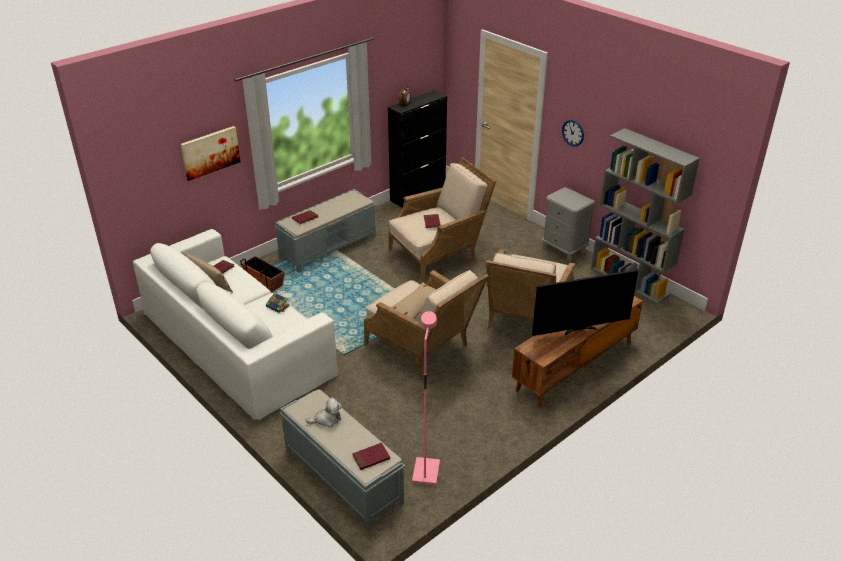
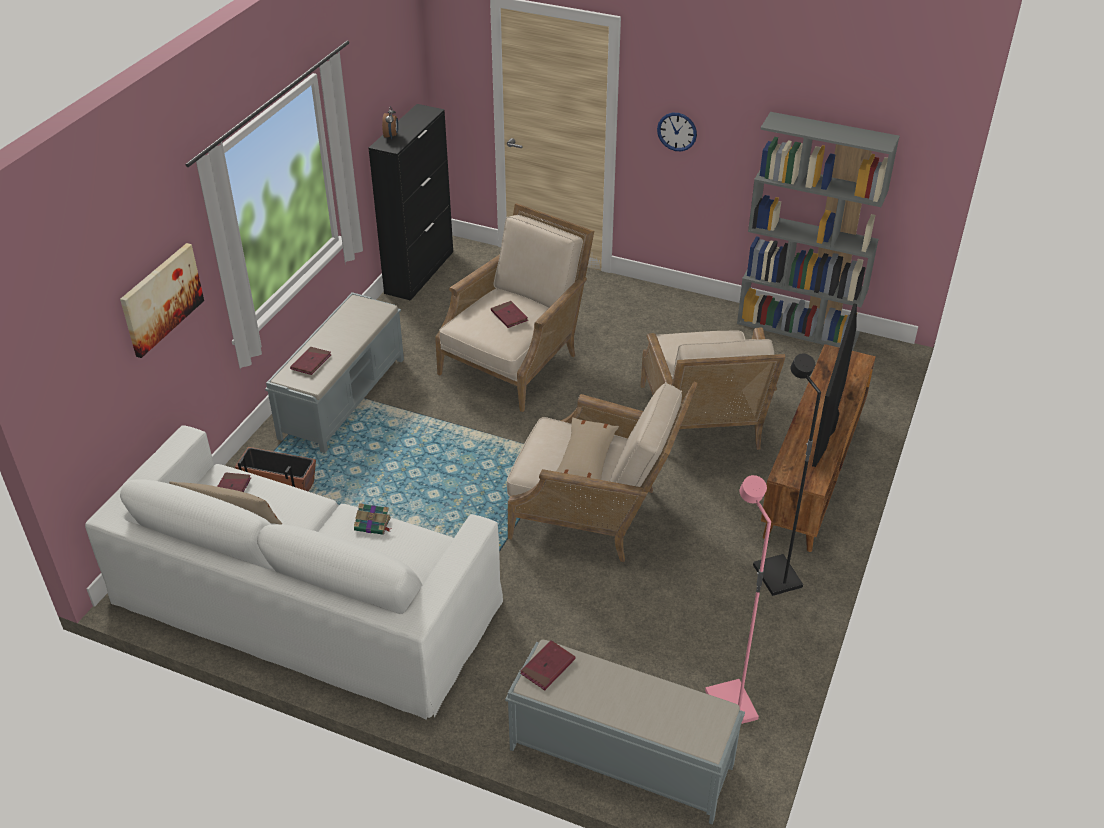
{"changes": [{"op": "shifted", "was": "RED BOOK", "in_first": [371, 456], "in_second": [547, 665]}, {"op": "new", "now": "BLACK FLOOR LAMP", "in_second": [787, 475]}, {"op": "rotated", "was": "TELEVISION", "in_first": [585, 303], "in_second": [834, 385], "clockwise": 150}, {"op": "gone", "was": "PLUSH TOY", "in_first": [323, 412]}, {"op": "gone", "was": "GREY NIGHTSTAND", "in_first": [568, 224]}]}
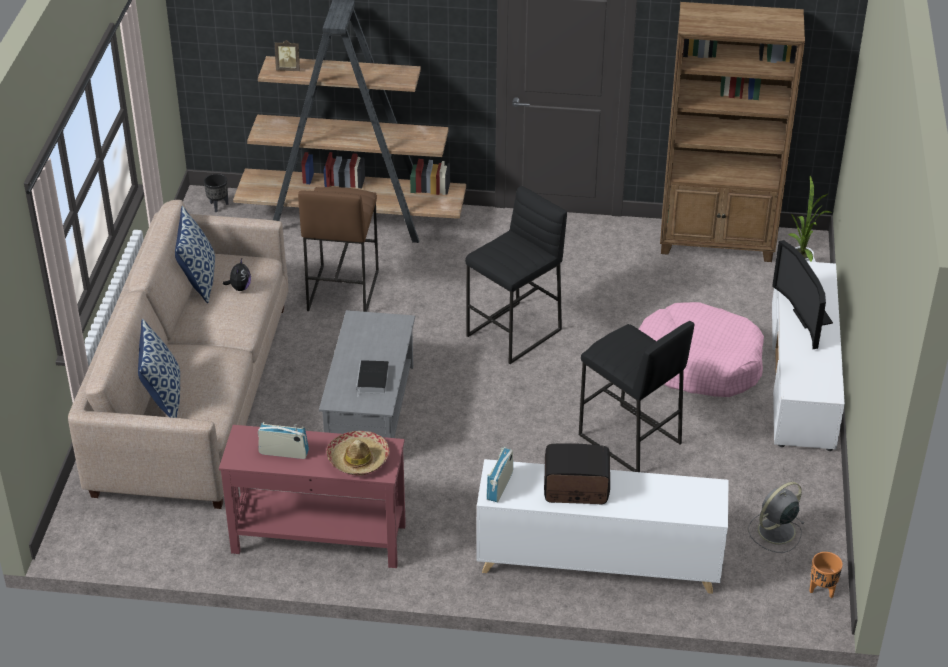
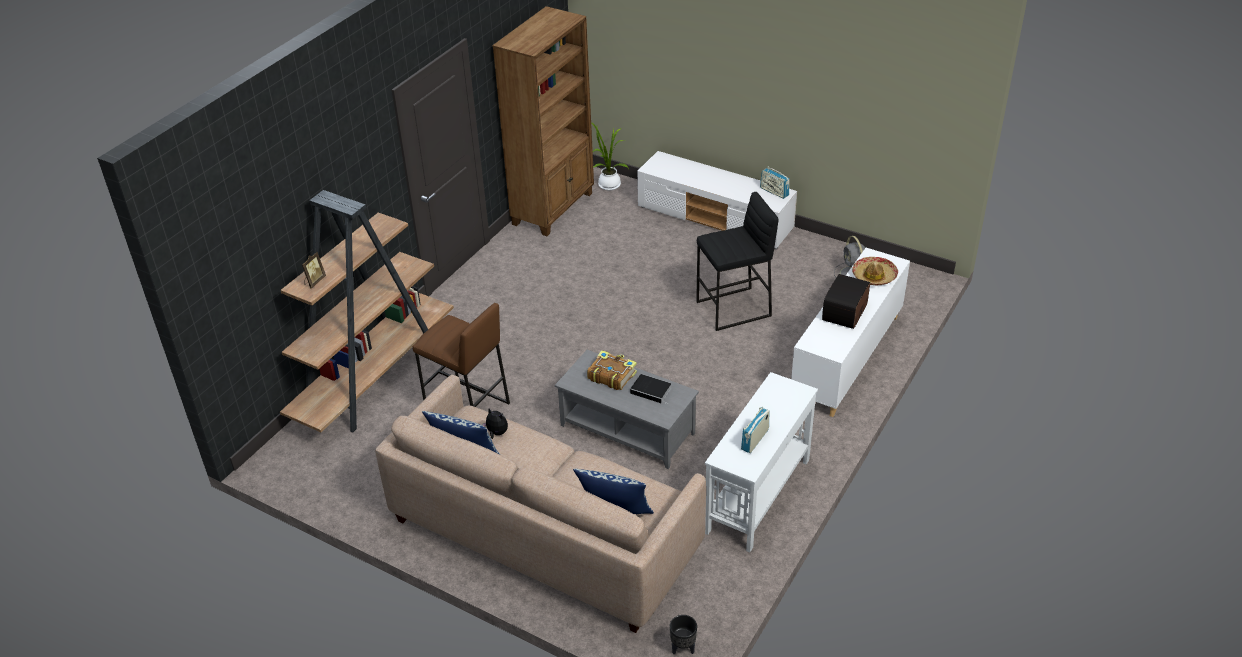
{"changes": [{"op": "new", "now": "BOOK", "in_second": [612, 370]}, {"op": "shifted", "was": "BLACK PLANTER", "in_first": [216, 193], "in_second": [683, 634]}, {"op": "repainted", "was": "RED CONSOLE TABLE", "now": "WHITE CONSOLE TABLE", "in_first": [312, 496], "in_second": [761, 462]}, {"op": "shifted", "was": "RADIO", "in_first": [499, 474], "in_second": [774, 182]}, {"op": "shifted", "was": "HAT", "in_first": [358, 453], "in_second": [875, 271]}, {"op": "gone", "was": "BLACK STOOL", "in_first": [516, 275]}, {"op": "gone", "was": "PINK DOG BED", "in_first": [701, 349]}, {"op": "gone", "was": "TELEVISION", "in_first": [802, 294]}, {"op": "gone", "was": "ORANGE PLANTER", "in_first": [826, 575]}]}
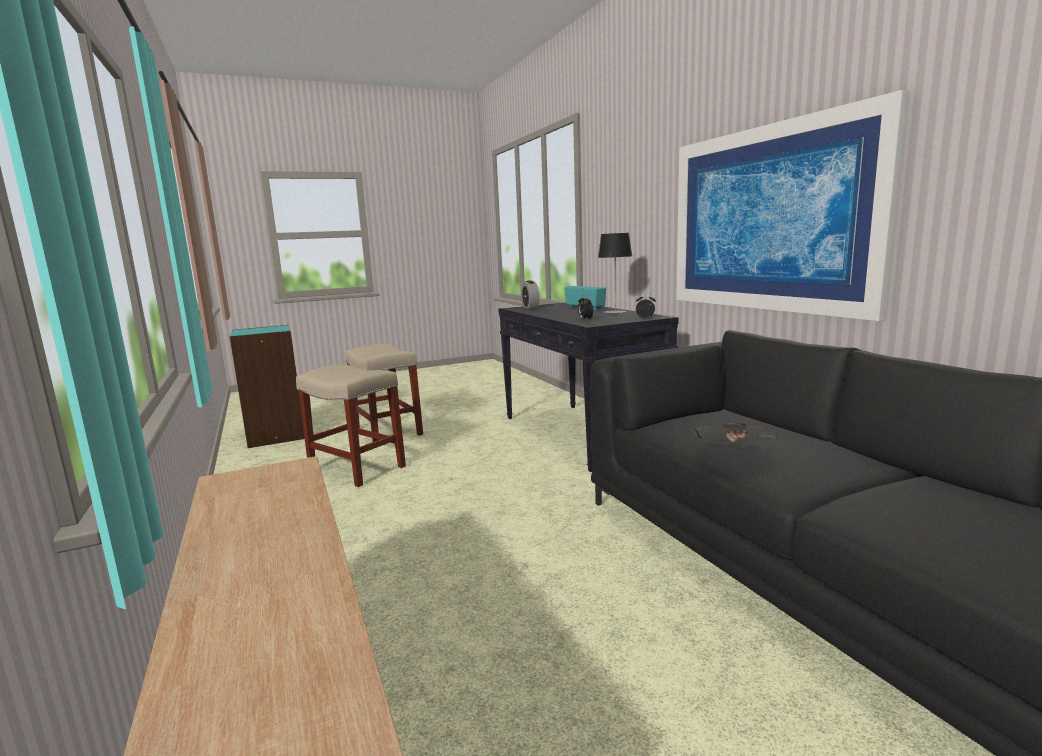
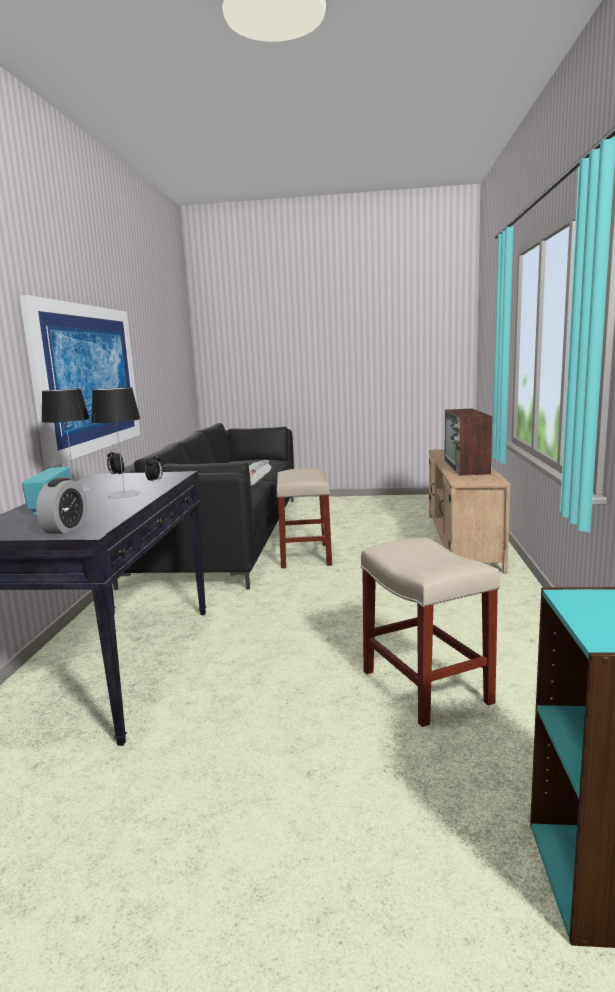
{"changes": [{"op": "new", "now": "TABLE LAMP", "in_second": [116, 442]}, {"op": "shifted", "was": "BEIGE STOOL", "in_first": [384, 393], "in_second": [304, 518]}, {"op": "new", "now": "TELEVISION", "in_second": [468, 442]}]}
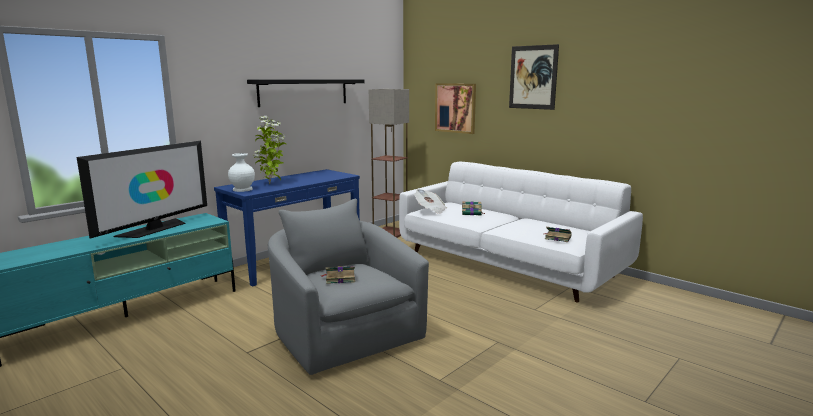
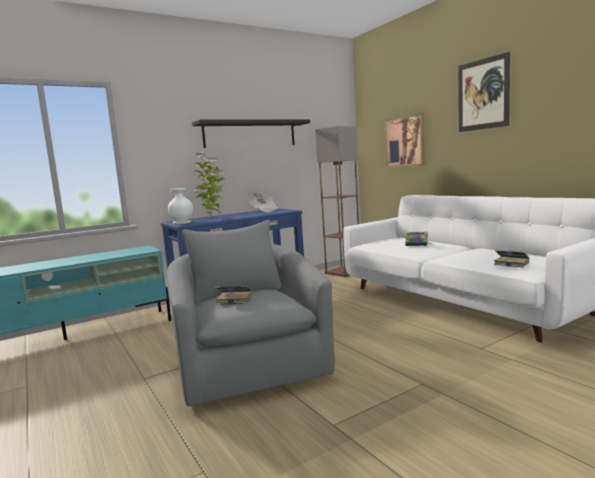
{"changes": [{"op": "shifted", "was": "NEWSPAPER", "in_first": [430, 201], "in_second": [263, 202]}, {"op": "gone", "was": "TELEVISION", "in_first": [142, 190]}]}
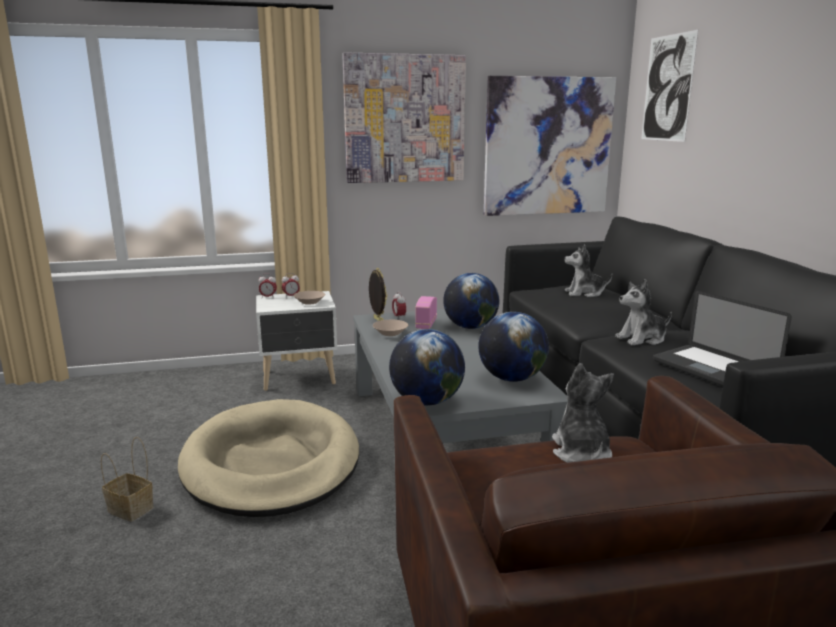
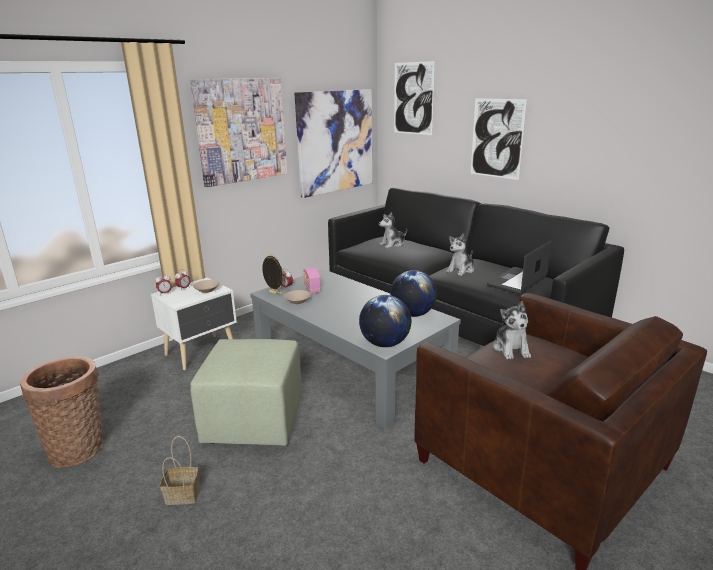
{"changes": [{"op": "new", "now": "BASKET", "in_second": [61, 412]}, {"op": "swapped", "was": "BEIGE DOG BED", "now": "GREEN OTTOMAN", "in_first": [268, 458], "in_second": [246, 392]}, {"op": "new", "now": "PICTURE", "in_second": [499, 139]}, {"op": "rotated", "was": "LAPTOP", "in_first": [722, 338], "in_second": [519, 267], "clockwise": 105}, {"op": "rotated", "was": "PLUSH TOY", "in_first": [583, 413], "in_second": [512, 330], "clockwise": -150}, {"op": "gone", "was": "GLOBE", "in_first": [471, 301]}]}
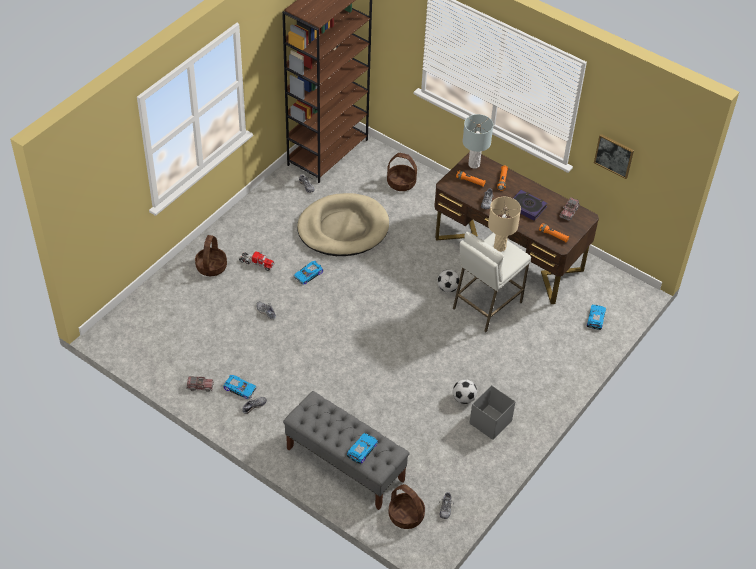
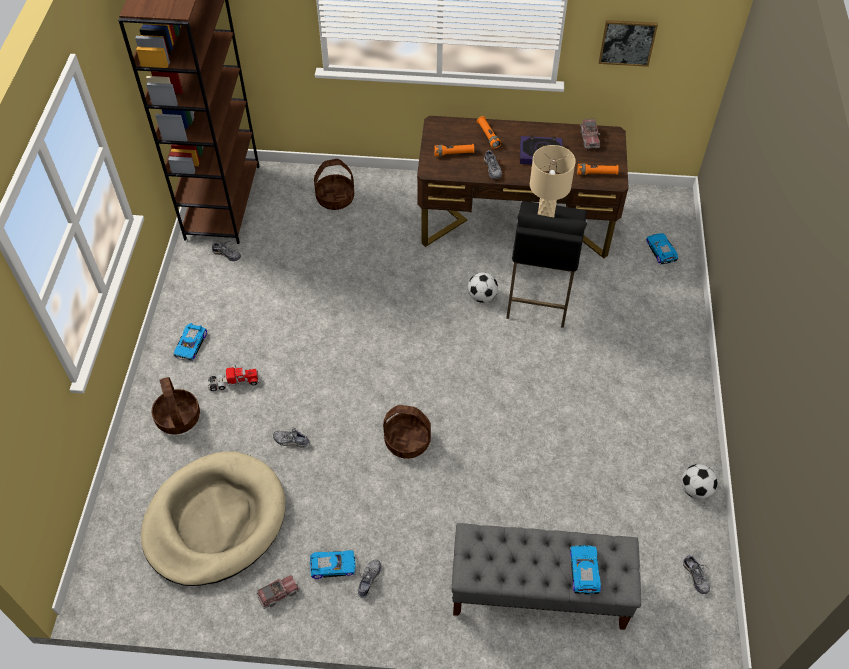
{"changes": [{"op": "shifted", "was": "BEIGE DOG BED", "in_first": [343, 224], "in_second": [213, 519]}, {"op": "shifted", "was": "TOY CAR", "in_first": [308, 273], "in_second": [190, 342]}, {"op": "shifted", "was": "BASKET", "in_first": [406, 506], "in_second": [407, 432]}, {"op": "repainted", "was": "WHITE STOOL", "now": "BLACK STOOL", "in_first": [492, 282], "in_second": [546, 264]}, {"op": "shifted", "was": "FOOTBALL", "in_first": [465, 391], "in_second": [699, 481]}, {"op": "gone", "was": "GREY TABLE LAMP", "in_first": [478, 141]}, {"op": "gone", "was": "GREY STORAGE BOX", "in_first": [492, 412]}]}
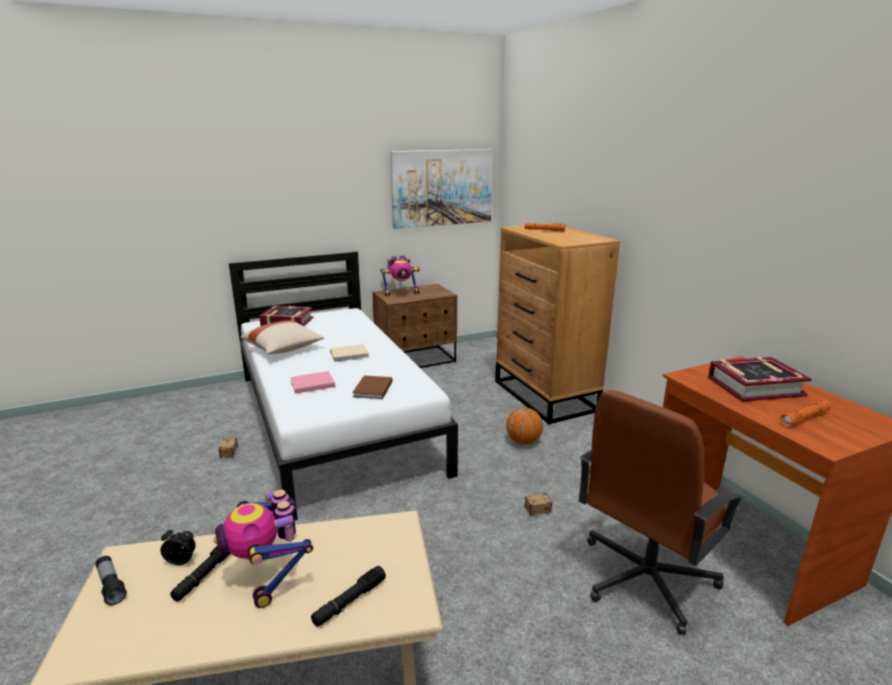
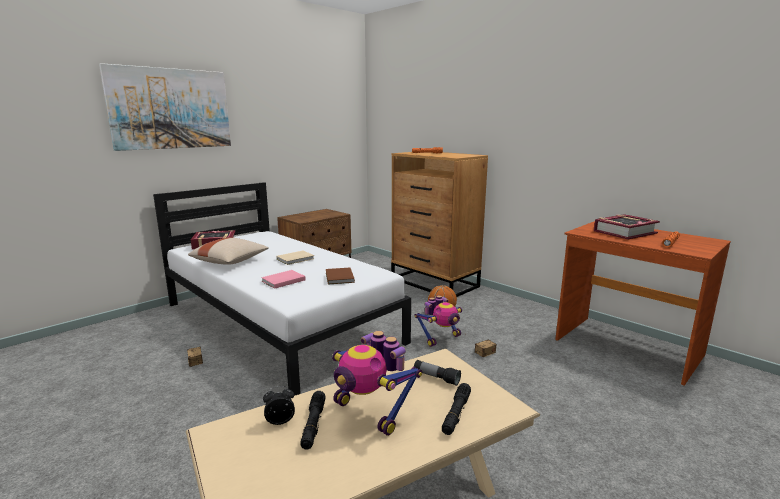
{"changes": [{"op": "shifted", "was": "PICTURE", "in_first": [441, 189], "in_second": [165, 107]}, {"op": "shifted", "was": "TOY ROBOT", "in_first": [400, 275], "in_second": [438, 321]}, {"op": "shifted", "was": "FLASHLIGHT", "in_first": [111, 580], "in_second": [437, 373]}, {"op": "gone", "was": "BROWN OFFICE CHAIR", "in_first": [662, 512]}]}
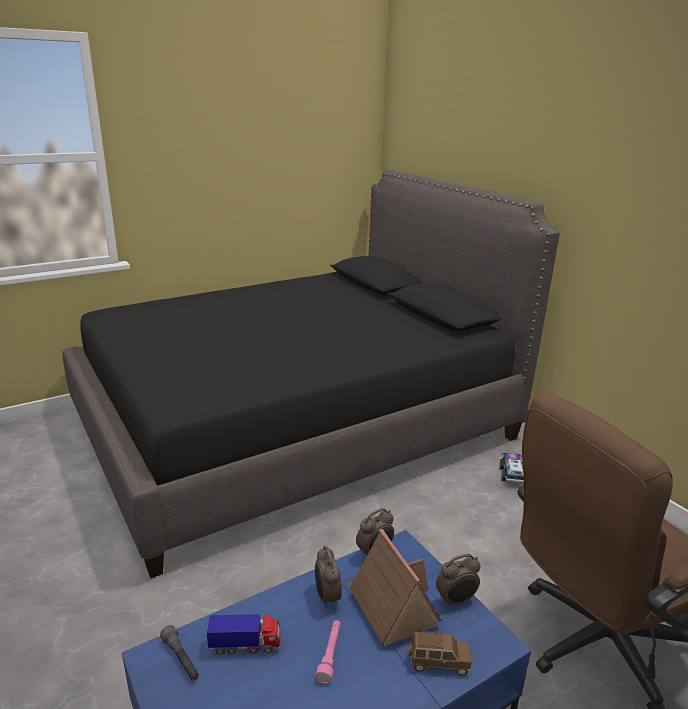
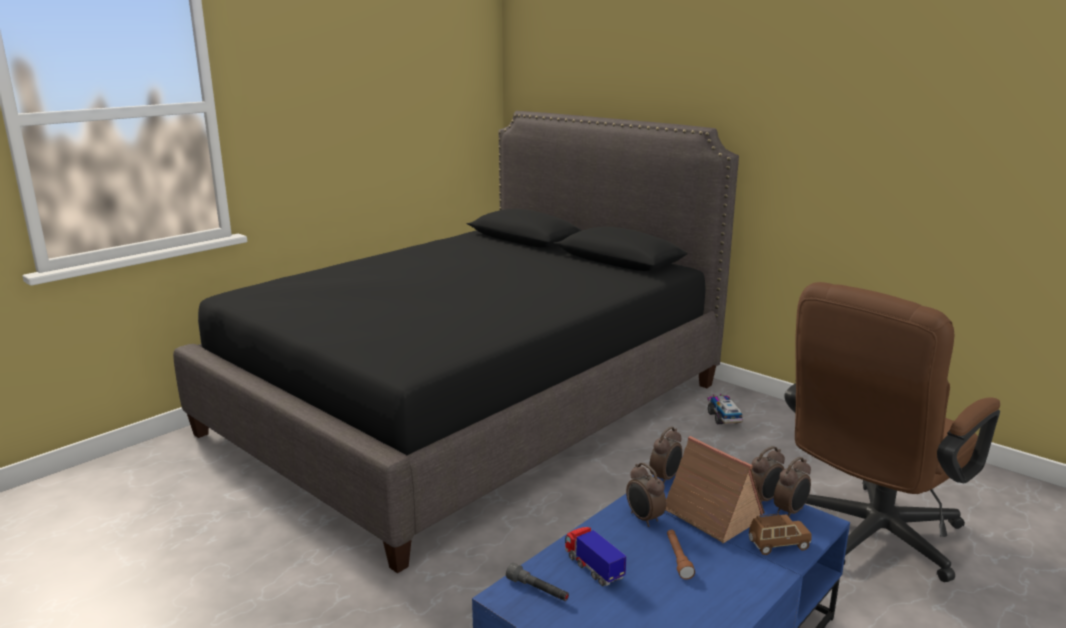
{"changes": [{"op": "rotated", "was": "TOY TRUCK", "in_first": [244, 634], "in_second": [596, 556], "clockwise": -105}, {"op": "repainted", "was": "PINK FLASHLIGHT", "now": "BROWN FLASHLIGHT", "in_first": [328, 651], "in_second": [681, 555]}, {"op": "new", "now": "ALARM CLOCK", "in_second": [792, 487]}]}
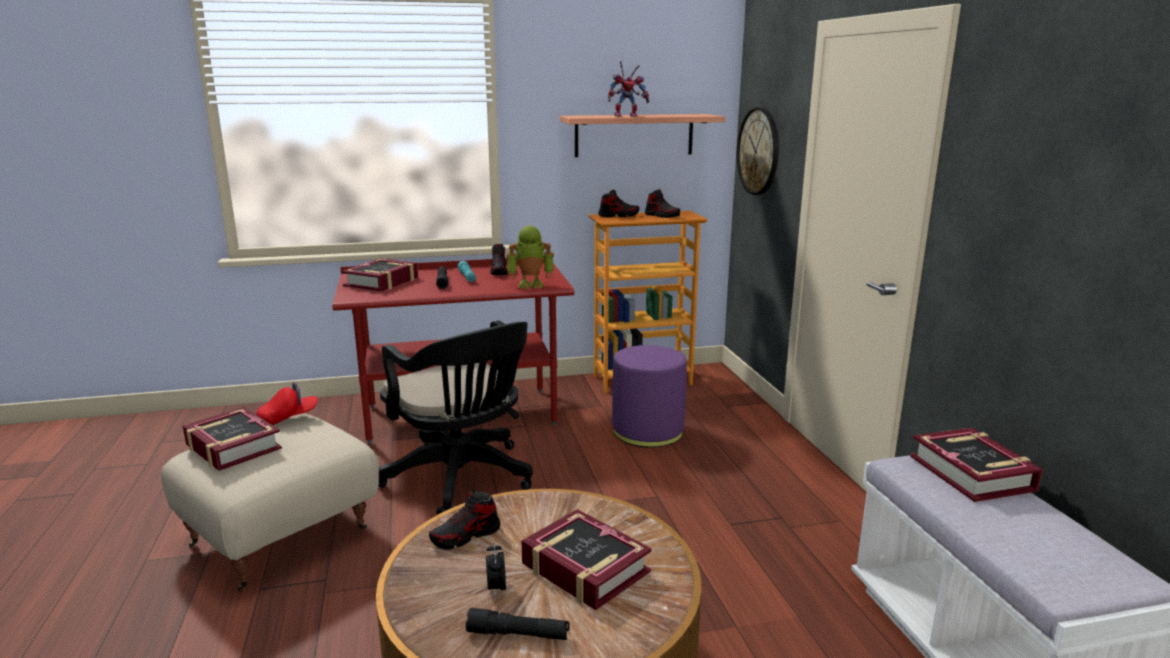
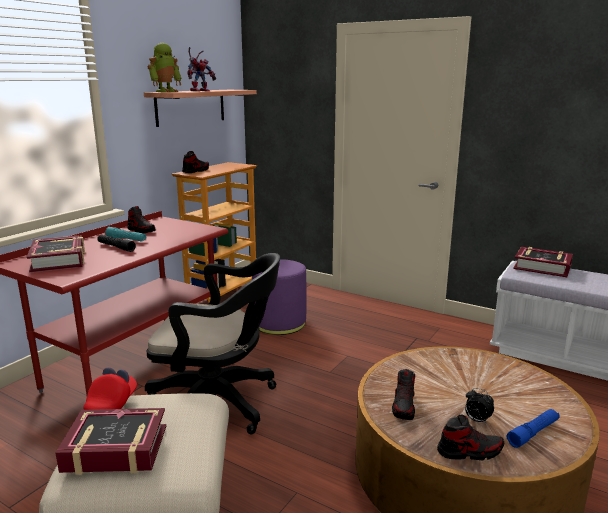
{"changes": [{"op": "shifted", "was": "TOY ROBOT", "in_first": [530, 258], "in_second": [164, 67]}, {"op": "shifted", "was": "SHOE", "in_first": [662, 203], "in_second": [470, 438]}, {"op": "repainted", "was": "BLACK FLASHLIGHT", "now": "BLUE FLASHLIGHT", "in_first": [518, 624], "in_second": [533, 428]}, {"op": "gone", "was": "BOOK", "in_first": [587, 559]}, {"op": "gone", "was": "WALL CLOCK", "in_first": [758, 151]}]}
